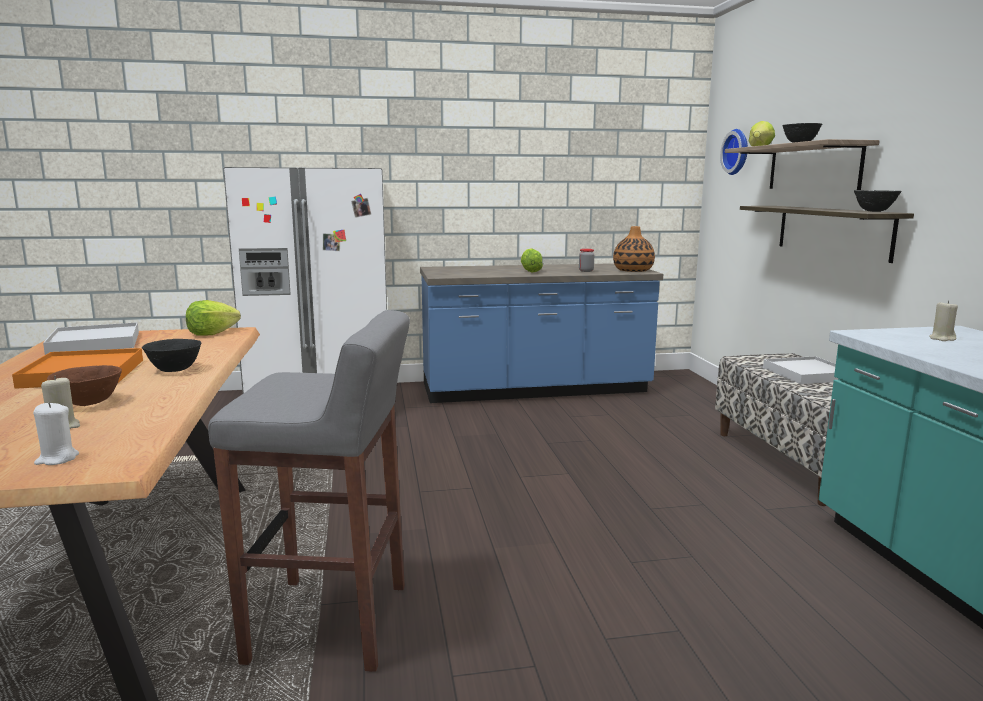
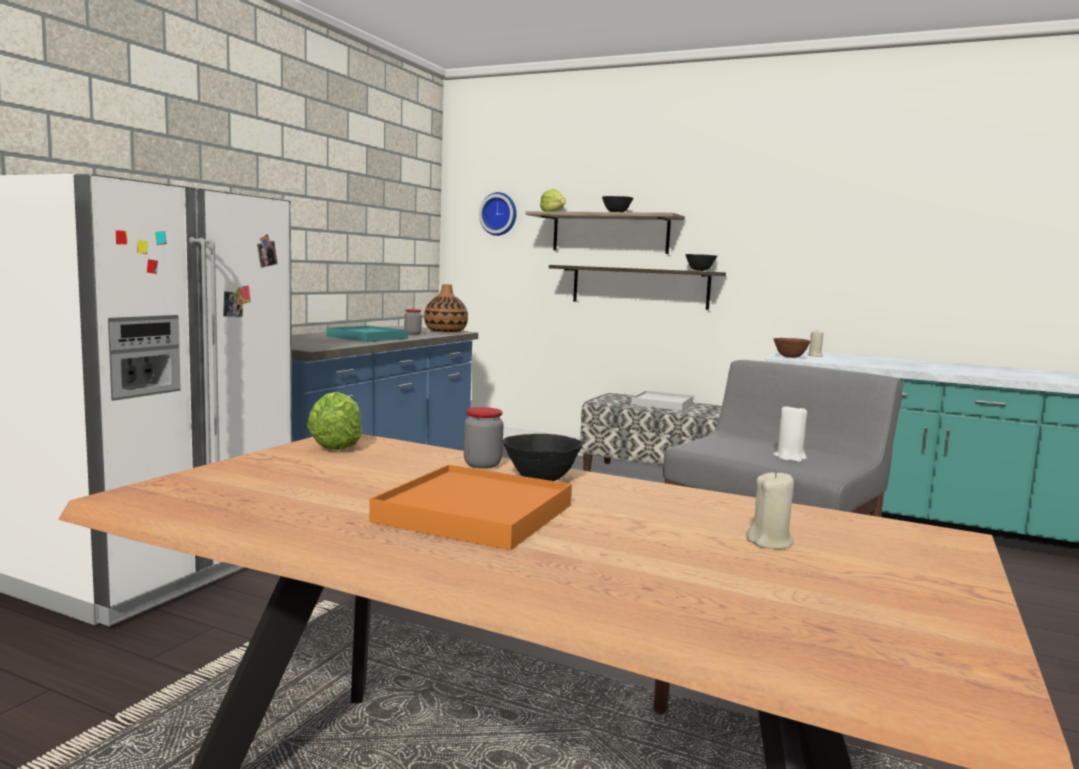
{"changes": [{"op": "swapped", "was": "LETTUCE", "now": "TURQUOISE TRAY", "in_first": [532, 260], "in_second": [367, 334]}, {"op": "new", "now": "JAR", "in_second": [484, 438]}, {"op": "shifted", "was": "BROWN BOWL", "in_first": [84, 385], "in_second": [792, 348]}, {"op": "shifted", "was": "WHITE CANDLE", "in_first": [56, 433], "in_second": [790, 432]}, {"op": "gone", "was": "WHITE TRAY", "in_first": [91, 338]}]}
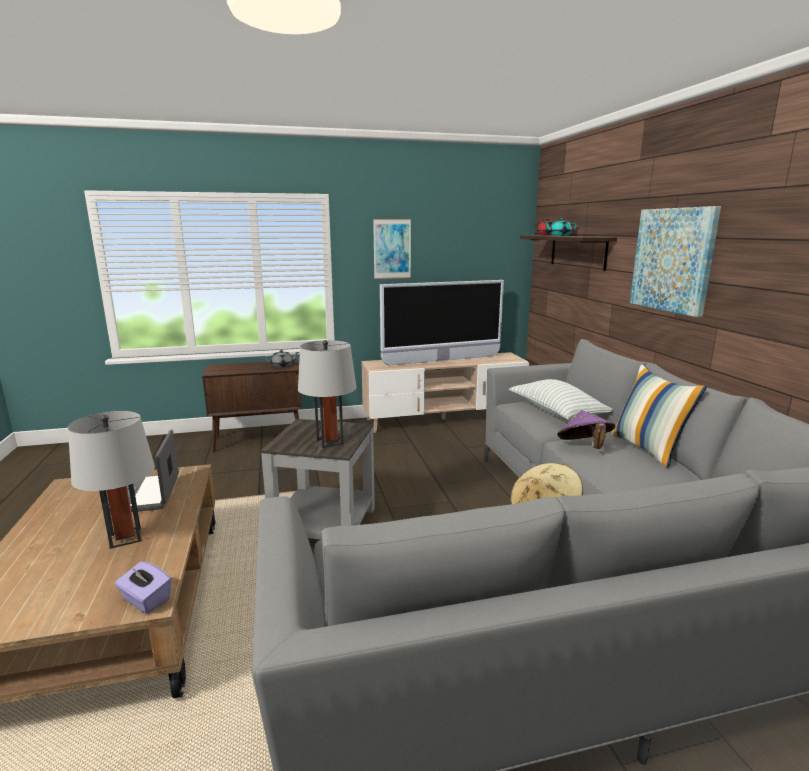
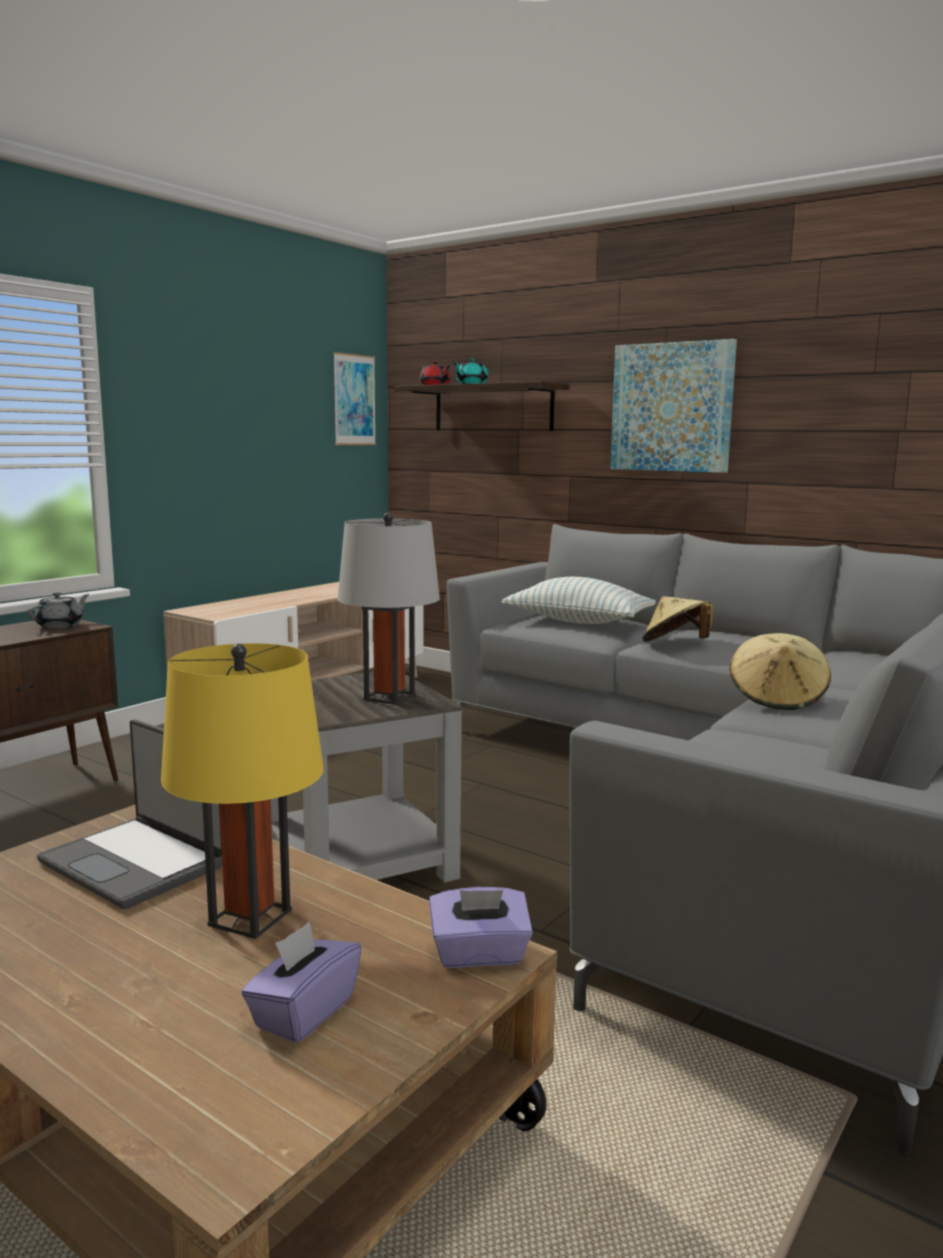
{"changes": [{"op": "repainted", "was": "GREY TABLE LAMP", "now": "YELLOW TABLE LAMP", "in_first": [111, 480], "in_second": [242, 791]}, {"op": "new", "now": "PURPLE TISSUE BOX", "in_second": [301, 982]}, {"op": "shifted", "was": "PICTURE", "in_first": [392, 249], "in_second": [354, 398]}, {"op": "repainted", "was": "PURPLE HAT", "now": "BEIGE HAT", "in_first": [586, 429], "in_second": [678, 619]}, {"op": "gone", "was": "TELEVISION", "in_first": [442, 322]}, {"op": "gone", "was": "PILLOW", "in_first": [658, 416]}]}
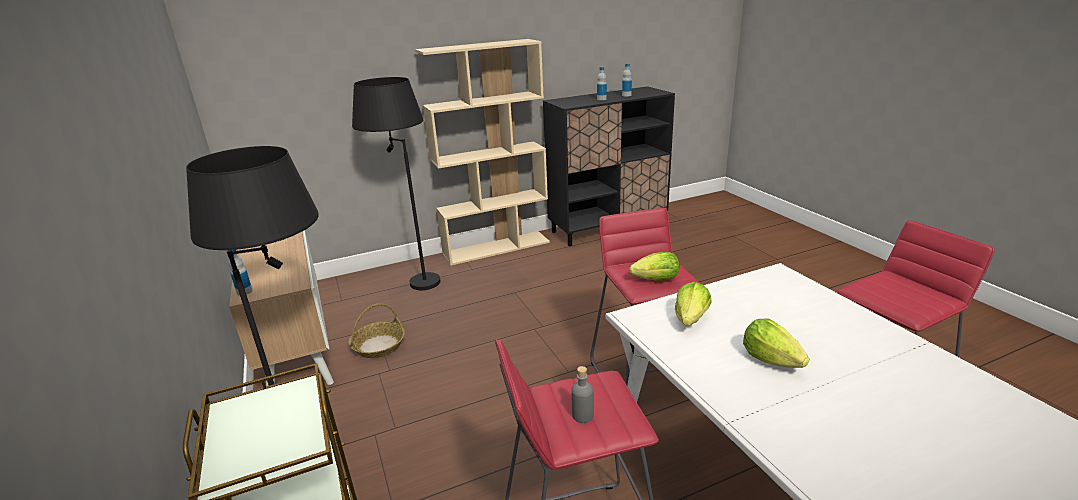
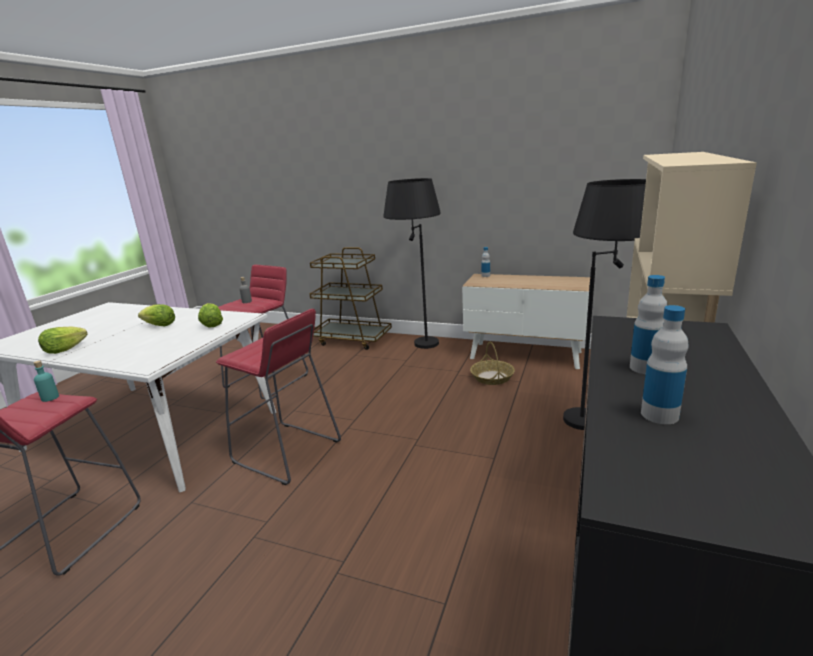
{"changes": [{"op": "new", "now": "TURQUOISE BOTTLE", "in_second": [46, 381]}, {"op": "shifted", "was": "LETTUCE", "in_first": [654, 266], "in_second": [63, 340]}]}
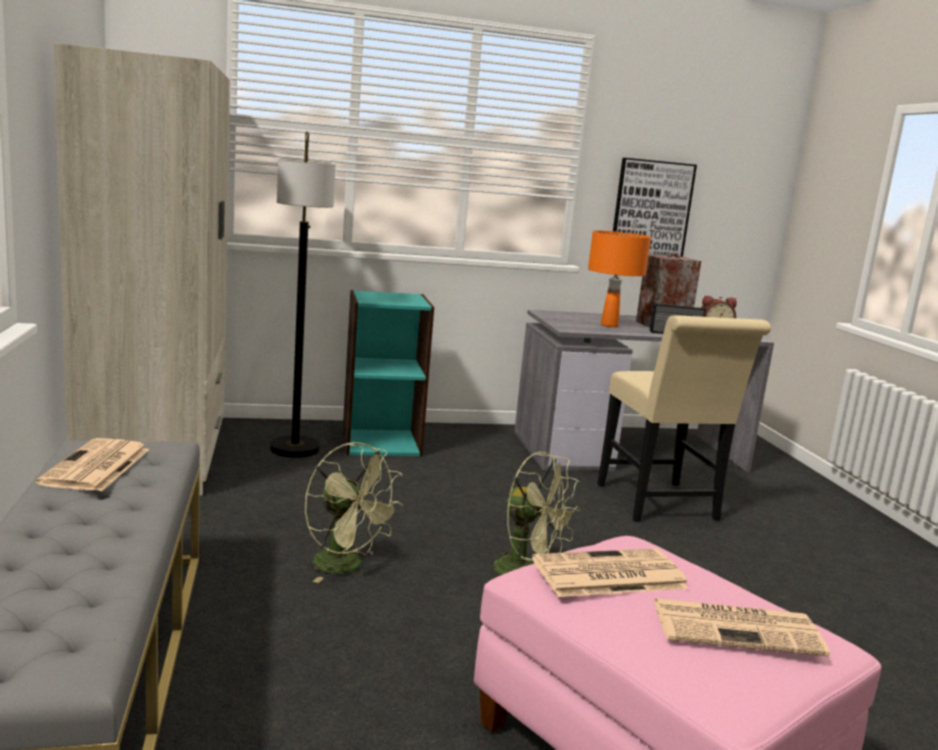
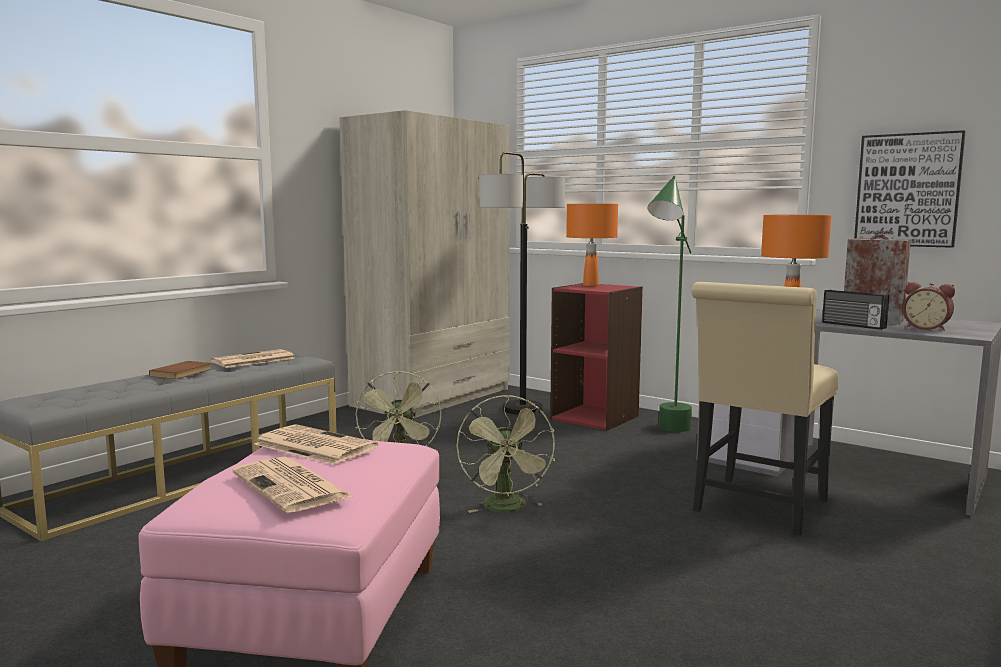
{"changes": [{"op": "new", "now": "BROWN BOOK", "in_second": [180, 370]}, {"op": "repainted", "was": "TURQUOISE BOOKCASE", "now": "RED BOOKCASE", "in_first": [388, 373], "in_second": [596, 357]}, {"op": "new", "now": "ORANGE TABLE LAMP", "in_second": [592, 245]}, {"op": "new", "now": "GREEN FLOOR LAMP", "in_second": [670, 304]}]}
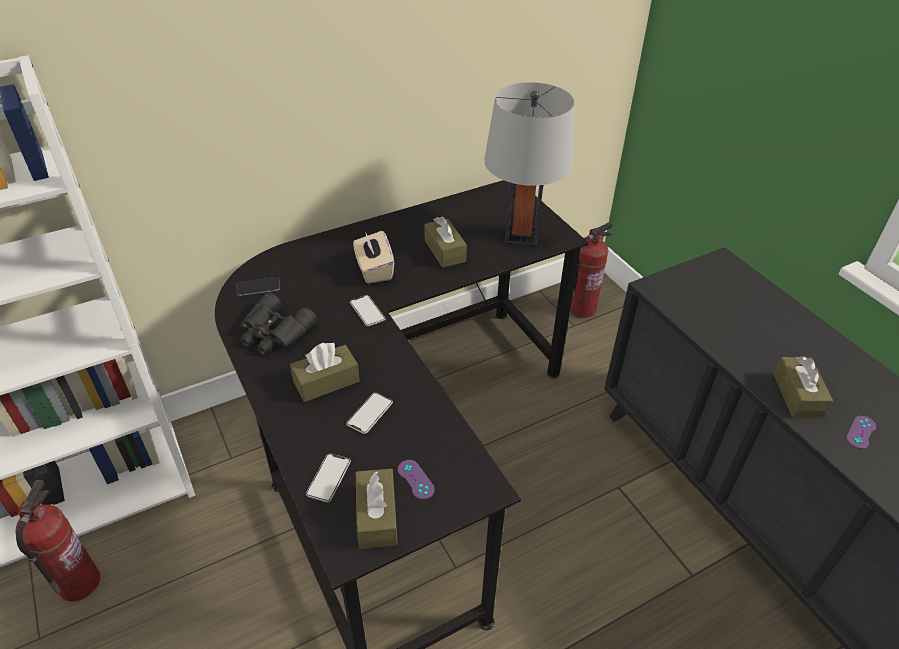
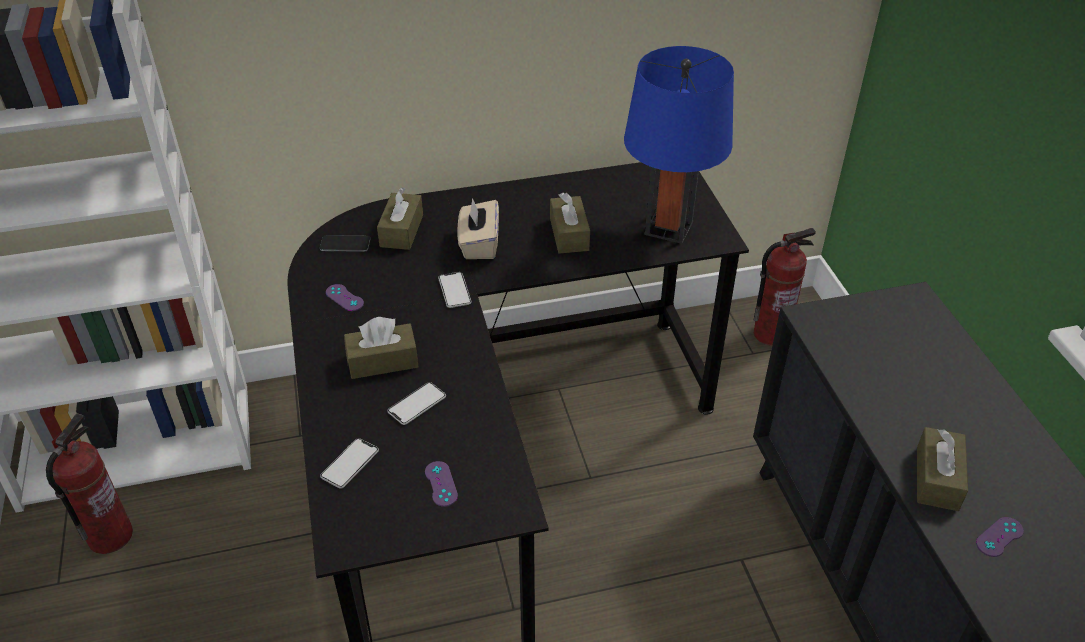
{"changes": [{"op": "swapped", "was": "BLACK BINOCULARS", "now": "PURPLE GAME CONTROLLER", "in_first": [278, 323], "in_second": [345, 297]}, {"op": "shifted", "was": "BROWN TISSUE BOX", "in_first": [377, 508], "in_second": [400, 218]}, {"op": "repainted", "was": "GREY TABLE LAMP", "now": "BLUE TABLE LAMP", "in_first": [529, 164], "in_second": [679, 145]}]}
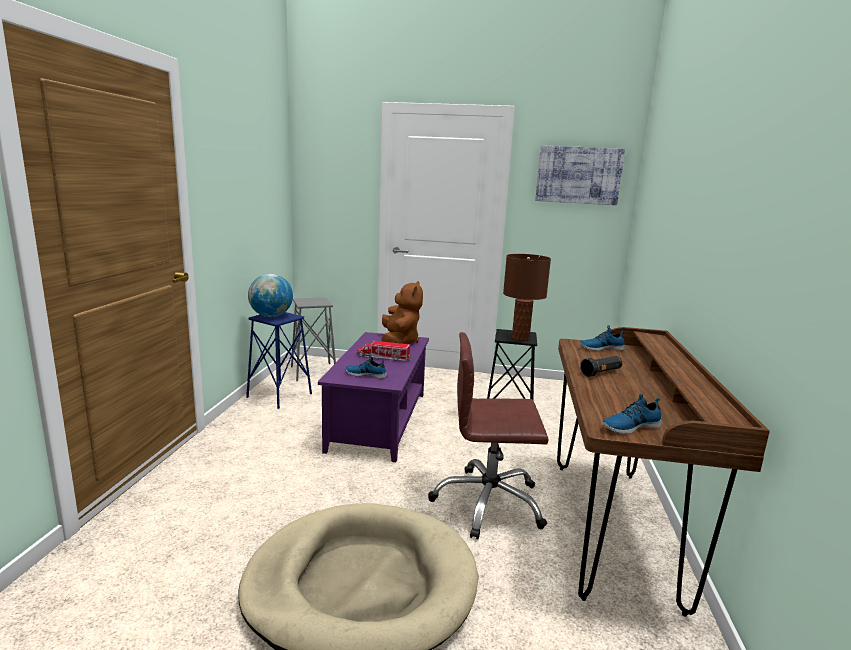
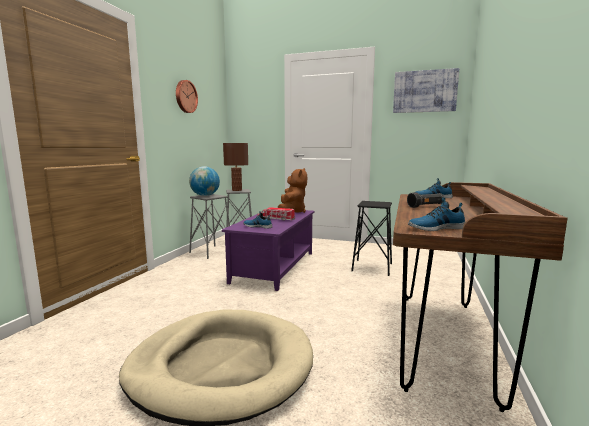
{"changes": [{"op": "new", "now": "WALL CLOCK", "in_second": [187, 96]}, {"op": "repainted", "was": "BLUE STOOL", "now": "GREY STOOL", "in_first": [279, 360], "in_second": [209, 226]}, {"op": "shifted", "was": "BROWN TABLE LAMP", "in_first": [527, 297], "in_second": [235, 167]}, {"op": "gone", "was": "BROWN OFFICE CHAIR", "in_first": [488, 435]}]}
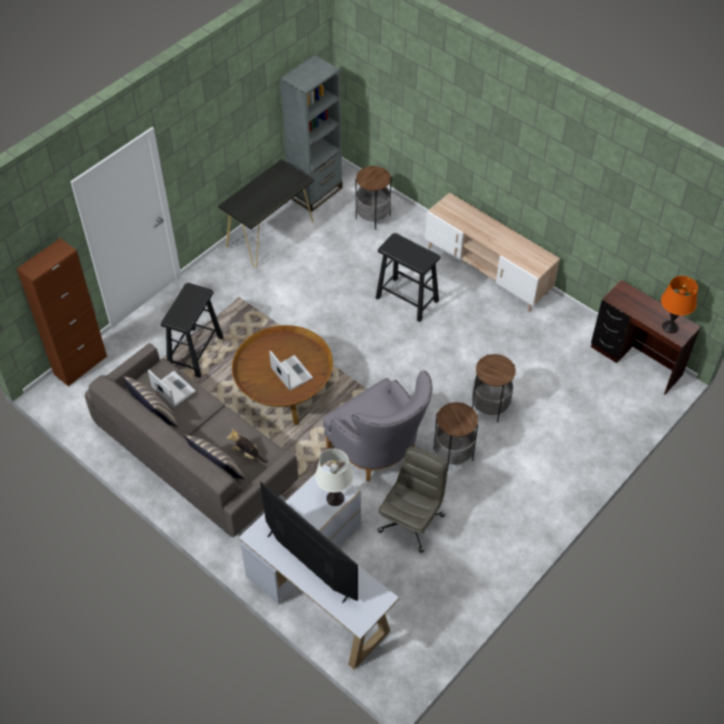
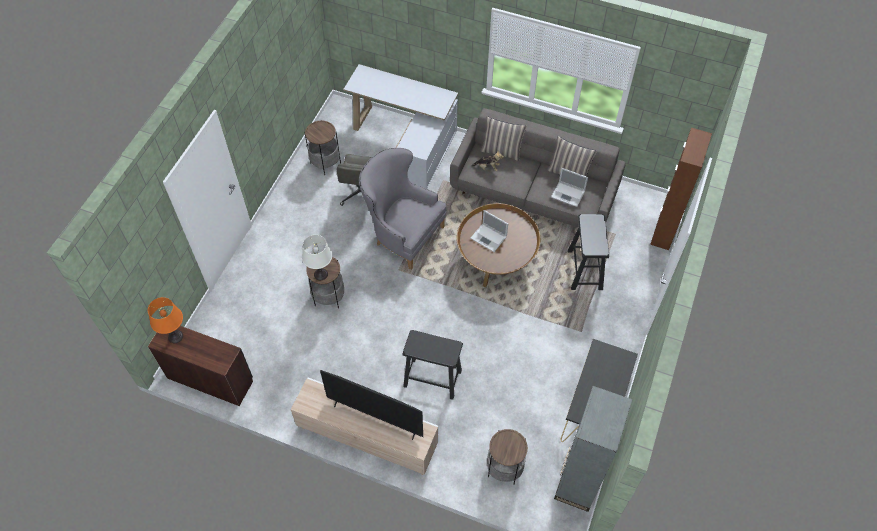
{"changes": [{"op": "shifted", "was": "WHITE TABLE LAMP", "in_first": [334, 477], "in_second": [317, 257]}, {"op": "shifted", "was": "SIDE TABLE", "in_first": [455, 433], "in_second": [322, 147]}, {"op": "shifted", "was": "TELEVISION", "in_first": [309, 542], "in_second": [371, 405]}]}
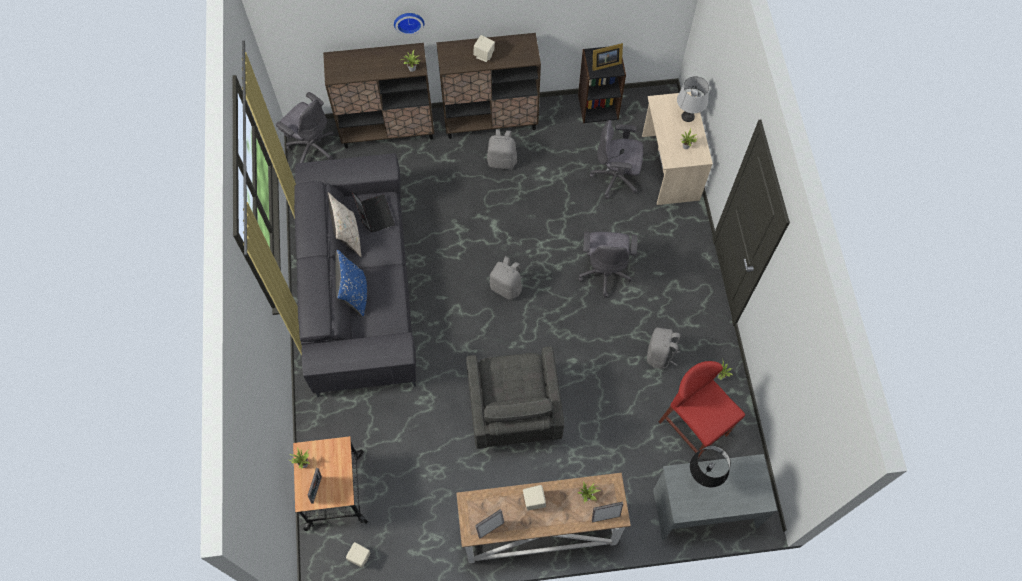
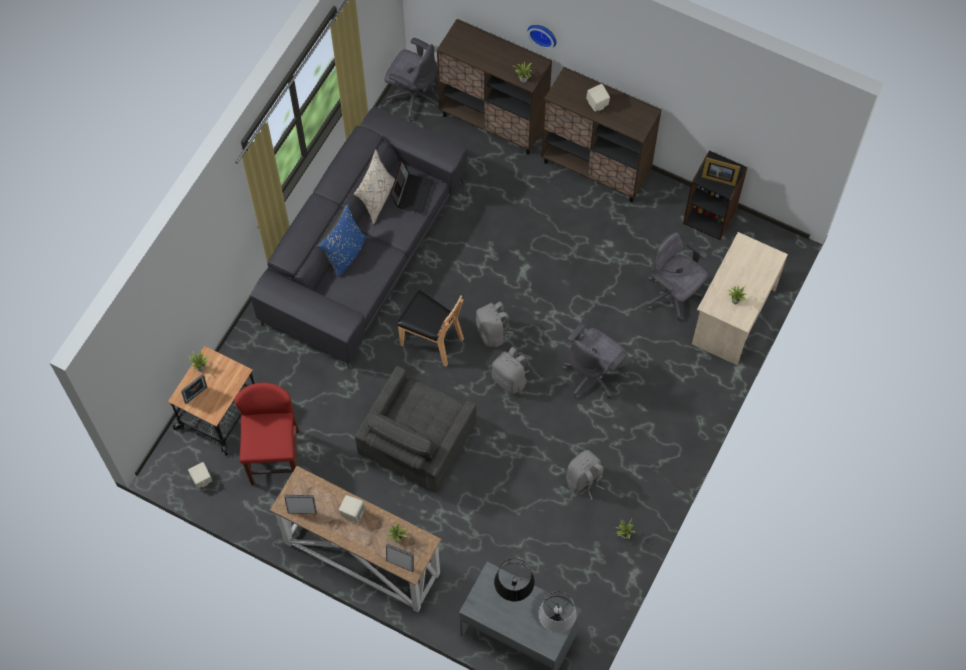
{"changes": [{"op": "shifted", "was": "RED STOOL", "in_first": [702, 410], "in_second": [266, 434]}, {"op": "rotated", "was": "GREY OFFICE CHAIR", "in_first": [305, 127], "in_second": [411, 80], "clockwise": -45}, {"op": "new", "now": "BROWN CHAIR", "in_second": [430, 328]}, {"op": "shifted", "was": "GREY BACKPACK", "in_first": [502, 149], "in_second": [510, 370]}, {"op": "shifted", "was": "GREY TABLE LAMP", "in_first": [693, 99], "in_second": [557, 612]}]}
